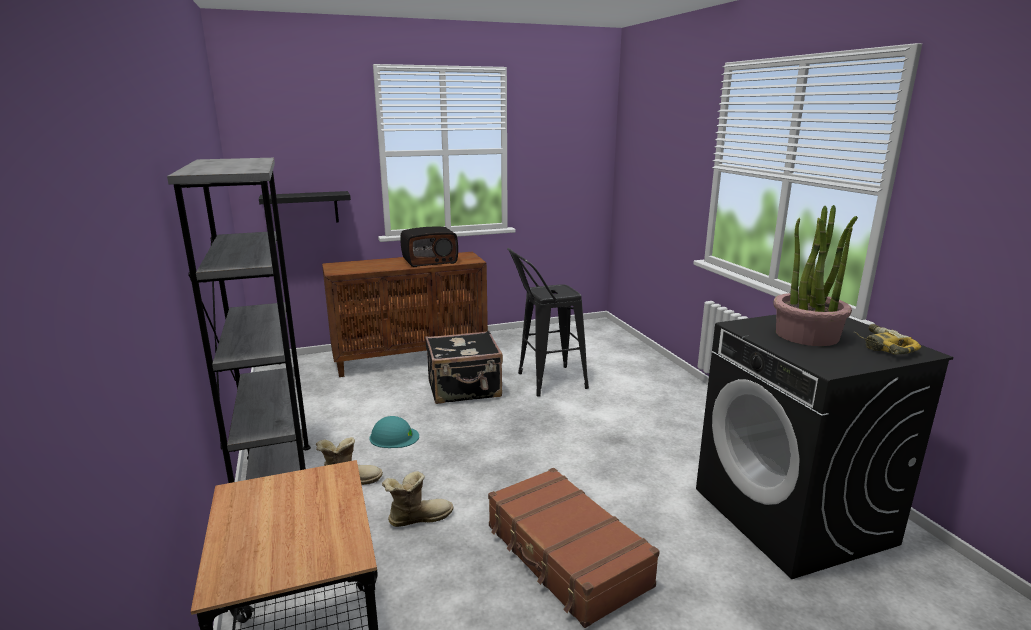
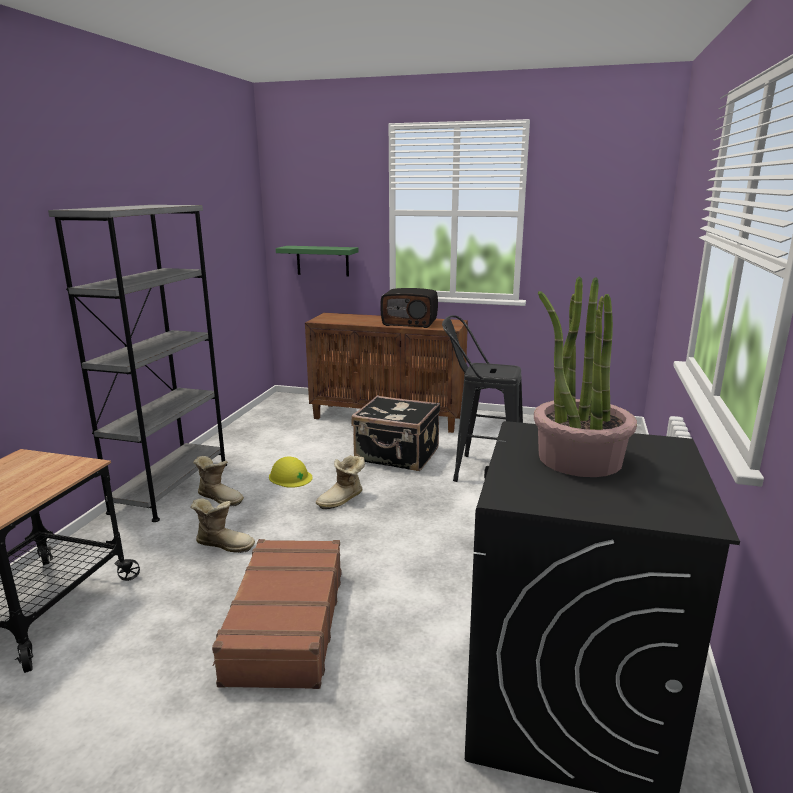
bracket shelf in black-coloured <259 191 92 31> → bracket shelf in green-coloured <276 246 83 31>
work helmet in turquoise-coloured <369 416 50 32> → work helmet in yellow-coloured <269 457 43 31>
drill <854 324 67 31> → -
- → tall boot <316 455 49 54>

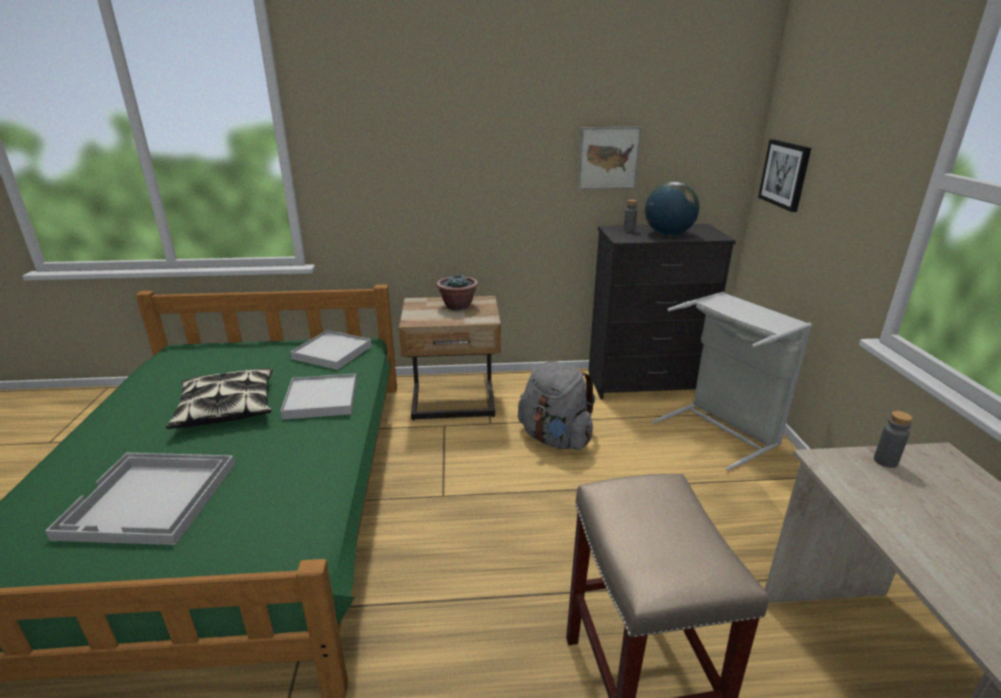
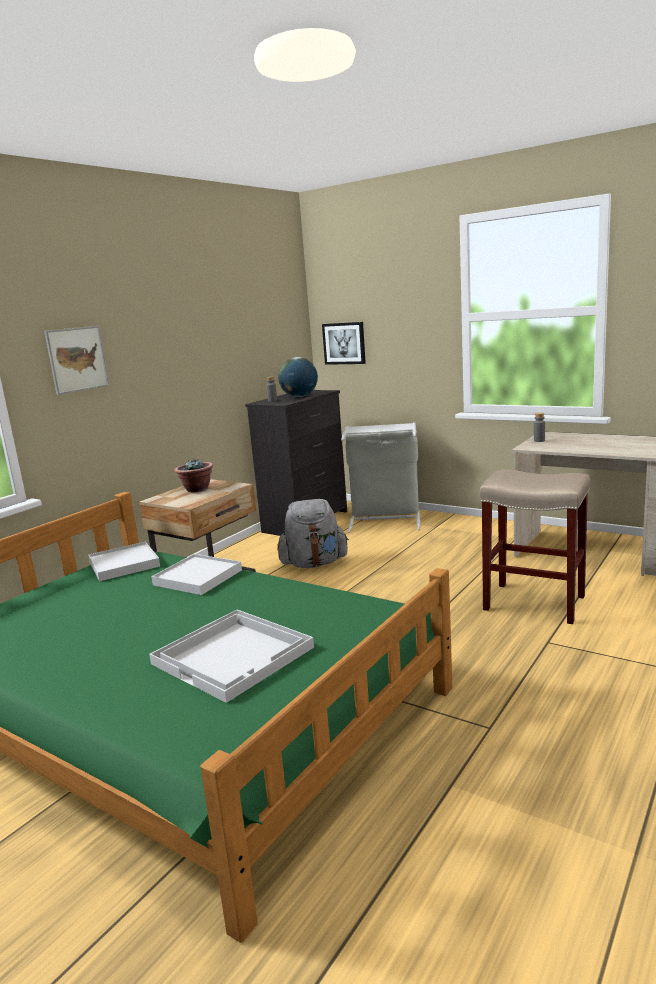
cushion <166 368 107 61> → -
wall picture <578 127 64 62> → wall picture <44 326 65 69>, move

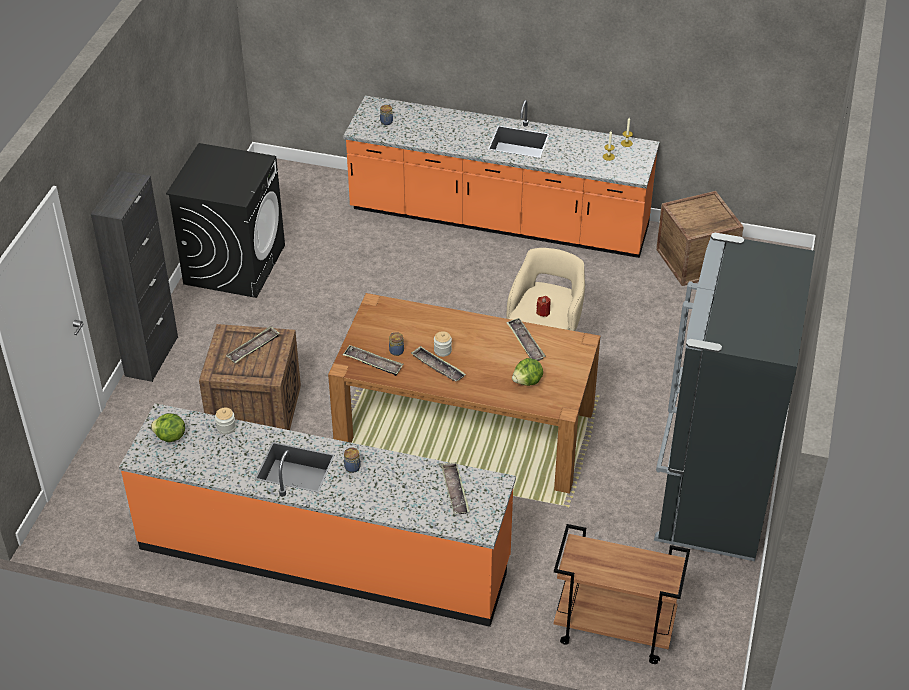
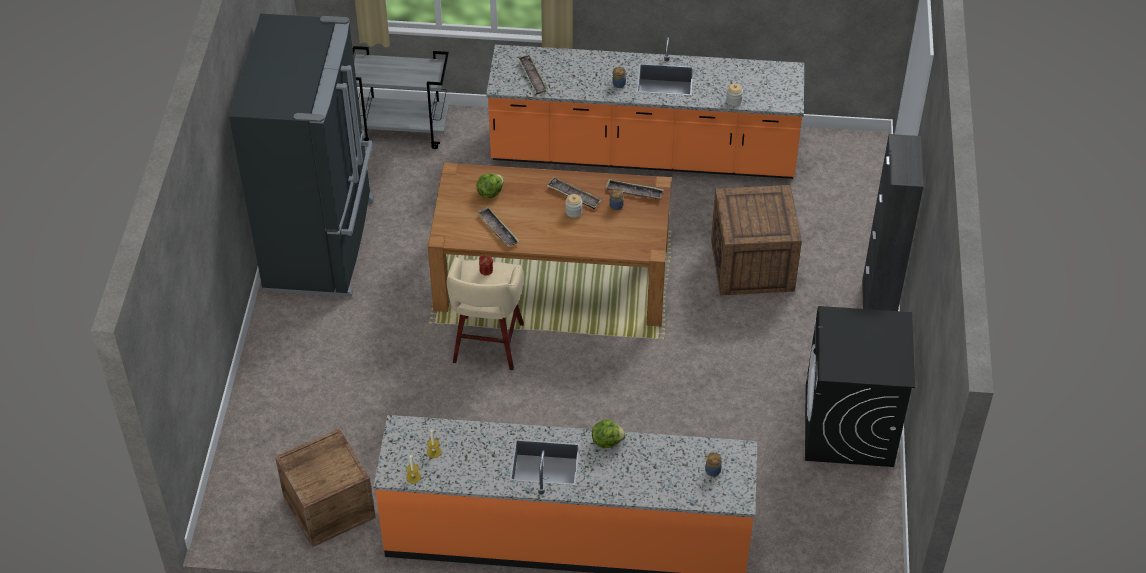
head of lettuce <151 413 34 29> → head of lettuce <592 419 34 29>, move
tray <226 326 53 37> → -
cart in brown <554 524 136 140> → cart in greyish <353 46 96 103>

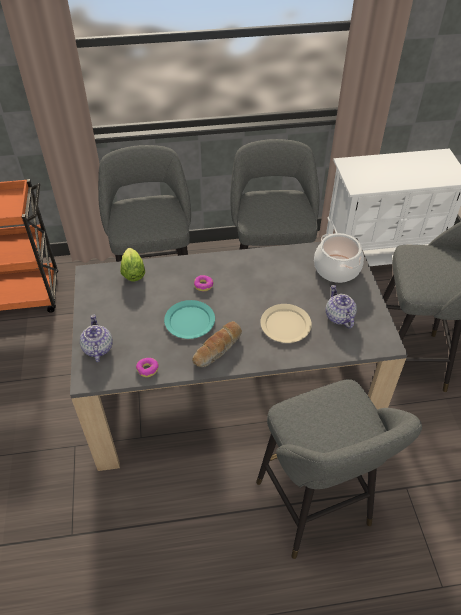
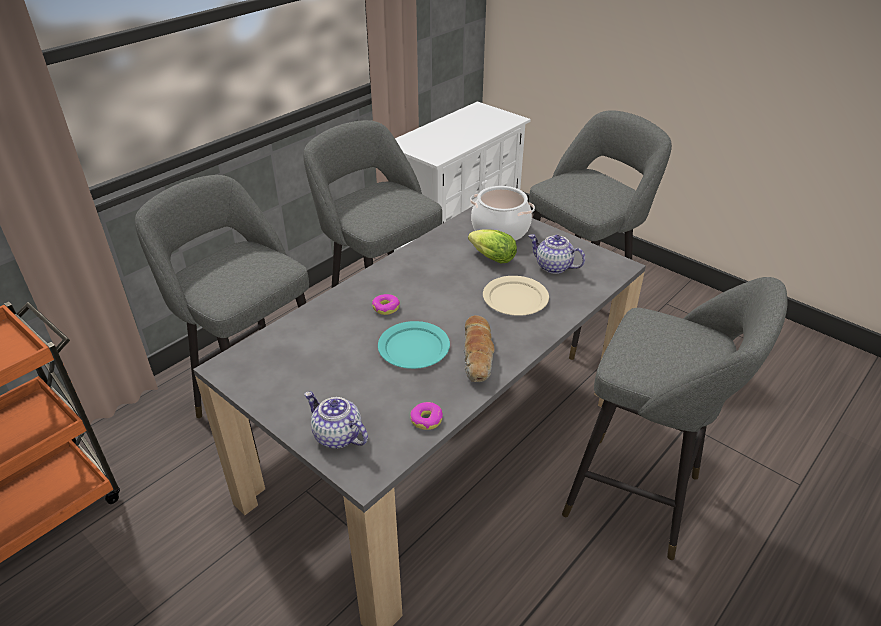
head of lettuce <120 248 25 34> → head of lettuce <468 230 49 33>, move

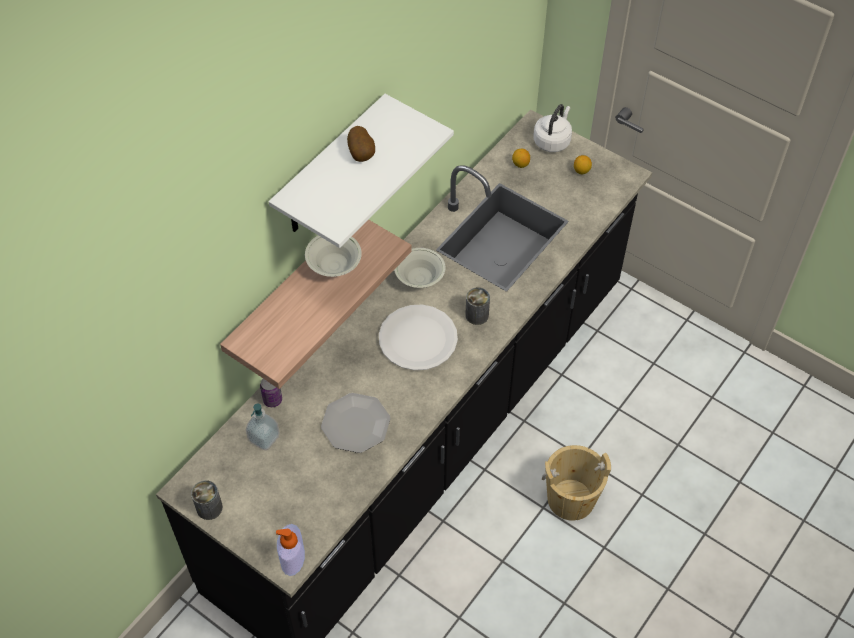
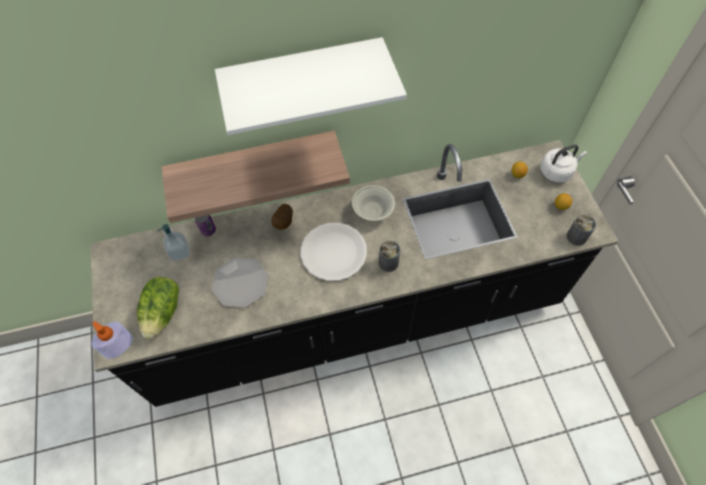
sealed can <191 480 32 40> → sealed can <567 215 29 31>, move
deep dish in whitish <305 235 57 42> → -
whole potato <347 126 28 36> → whole potato <271 204 22 26>, move
bucket in beige-coloured <542 445 69 76> → -
- → head of lettuce <137 277 42 62>

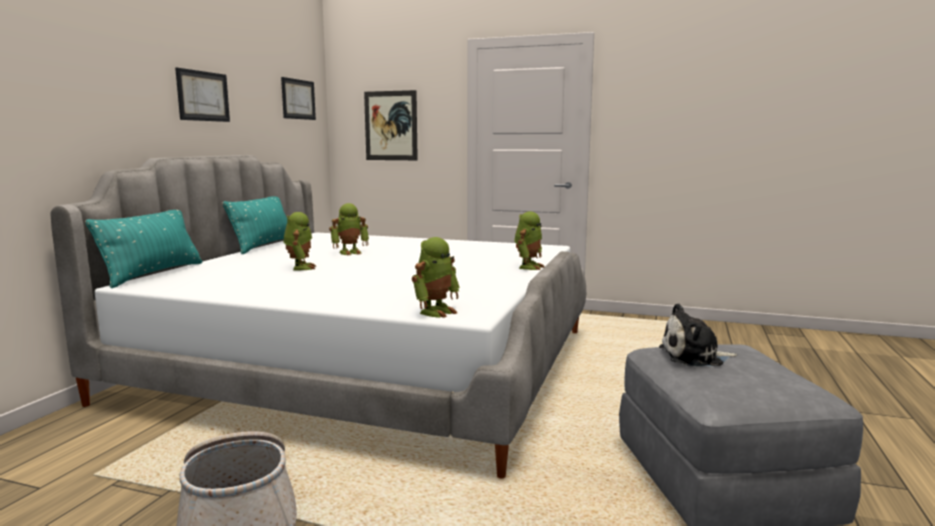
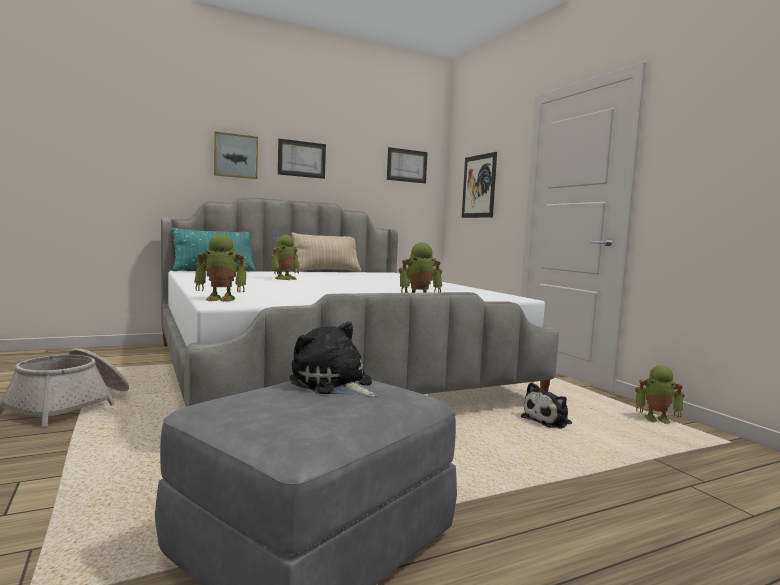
cushion in turquoise-coloured <223 197 64 57> → cushion in beige-coloured <291 232 70 40>
toy robot <329 203 40 52> → toy robot <635 365 50 59>, move
- → wall picture <214 132 44 47>
- → soft toy <521 382 51 47>

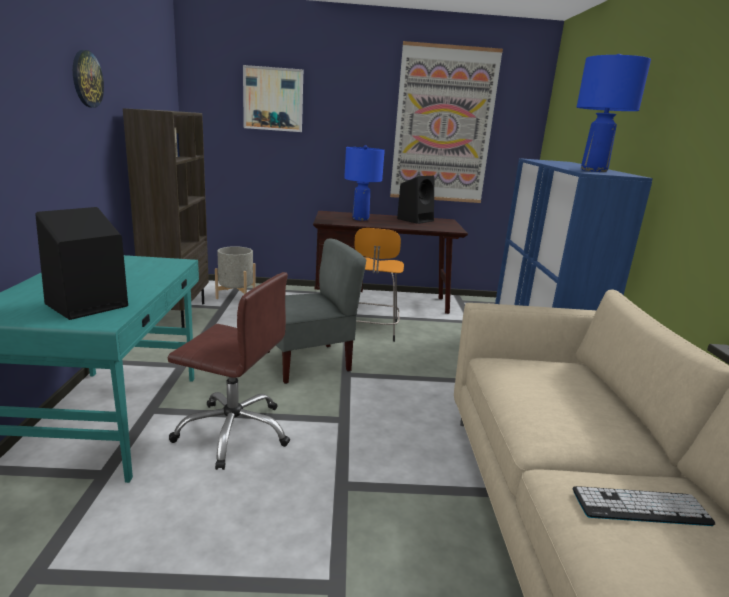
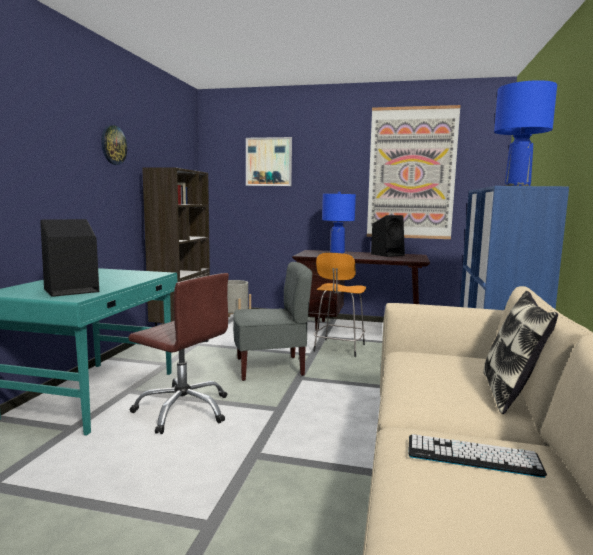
- → cushion <484 291 74 123>

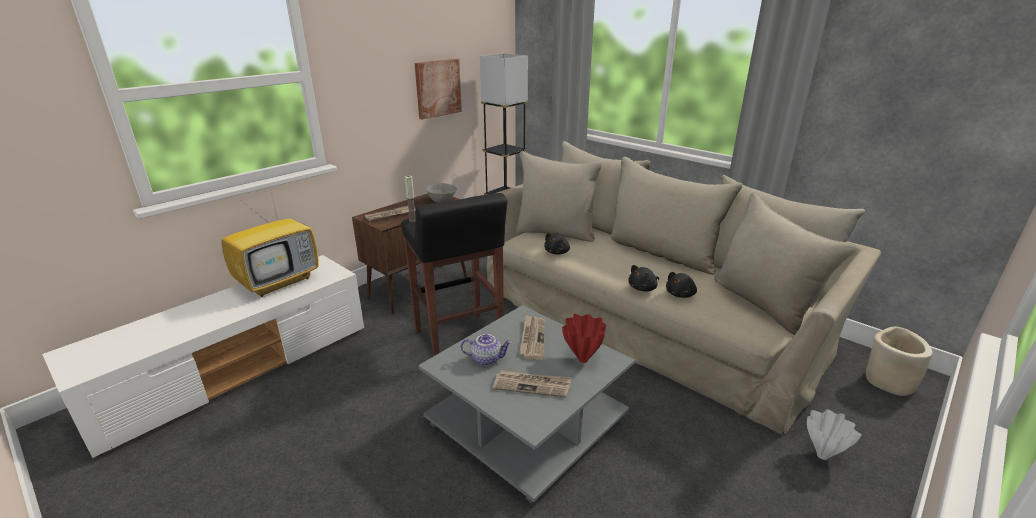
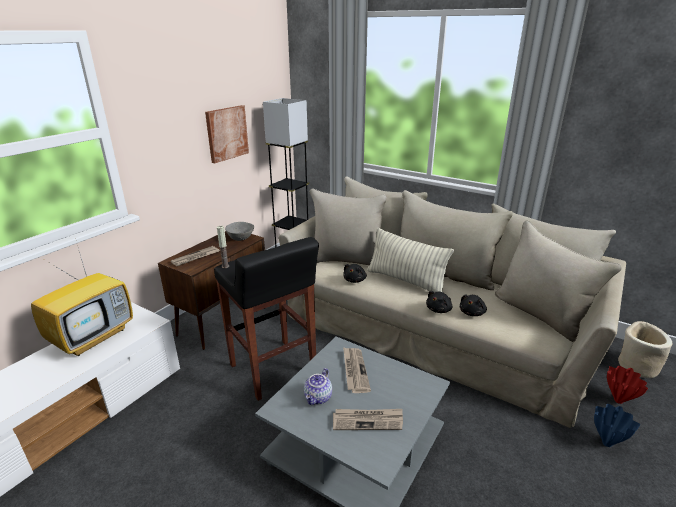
teapot <461 334 51 32> → teapot <304 368 28 37>, 120 degrees clockwise
decorative vase in red-coloured <562 314 44 49> → decorative vase in red-coloured <607 366 41 38>, move
decorative vase in whitish <807 409 54 51> → decorative vase in blue <594 404 46 43>
- → cushion <367 227 87 65>

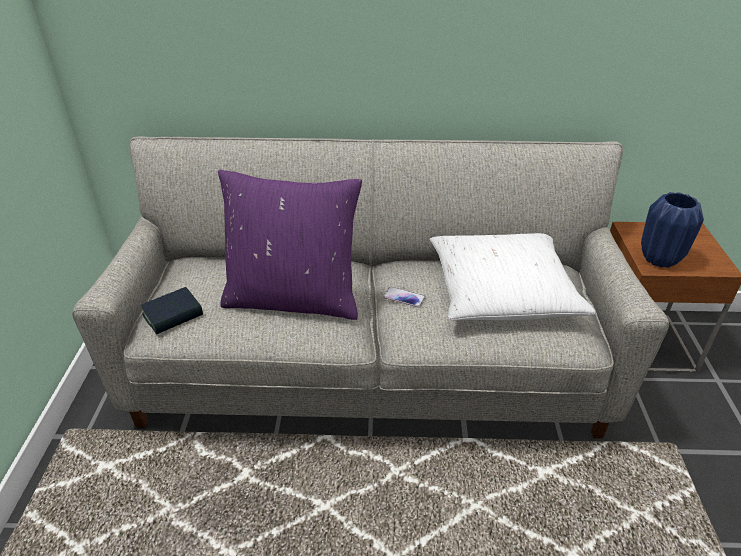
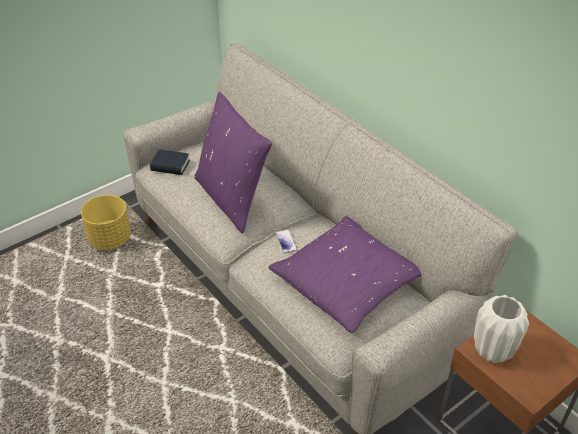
cushion in whitish <430 233 166 88> → cushion in purplish <268 216 154 117>
decorative vase in blue <641 192 63 76> → decorative vase in whitish <474 295 55 68>
- → planter in yellow-coloured <81 195 50 55>

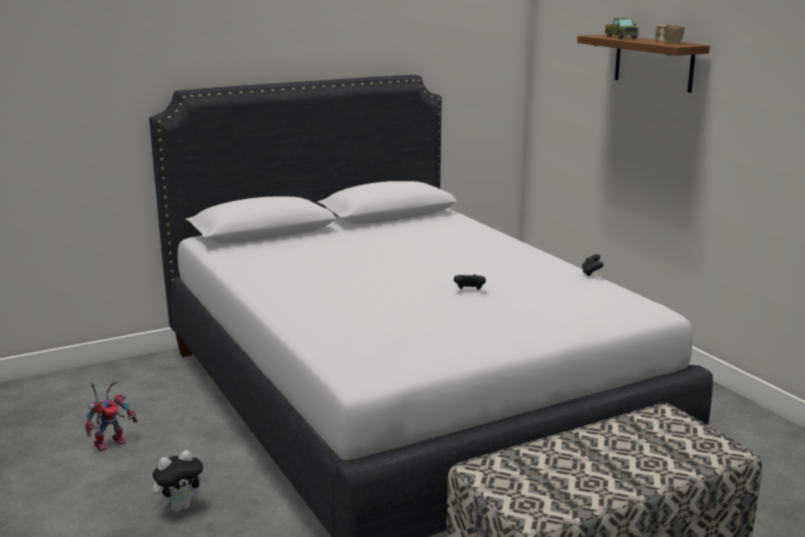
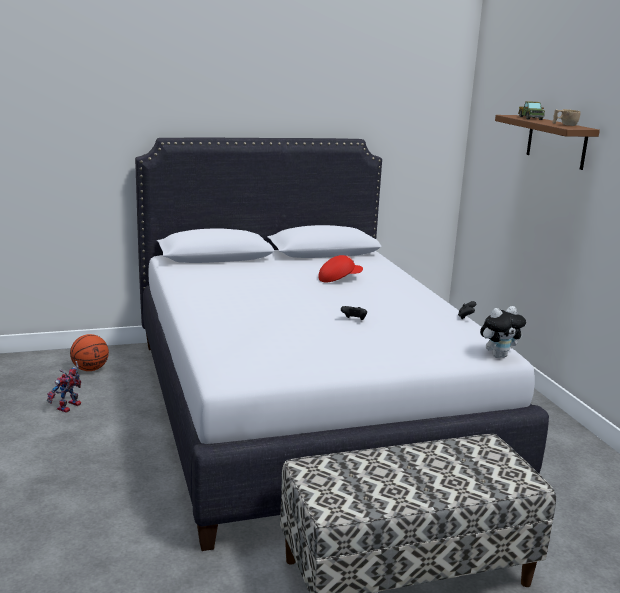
toy robot <85 381 53 71> → toy robot <47 361 34 52>, 150 degrees clockwise
soft toy <152 450 56 62> → soft toy <480 306 46 52>, move
- → basketball ball <70 334 39 37>
- → baseball cap in red-coloured <318 255 45 27>

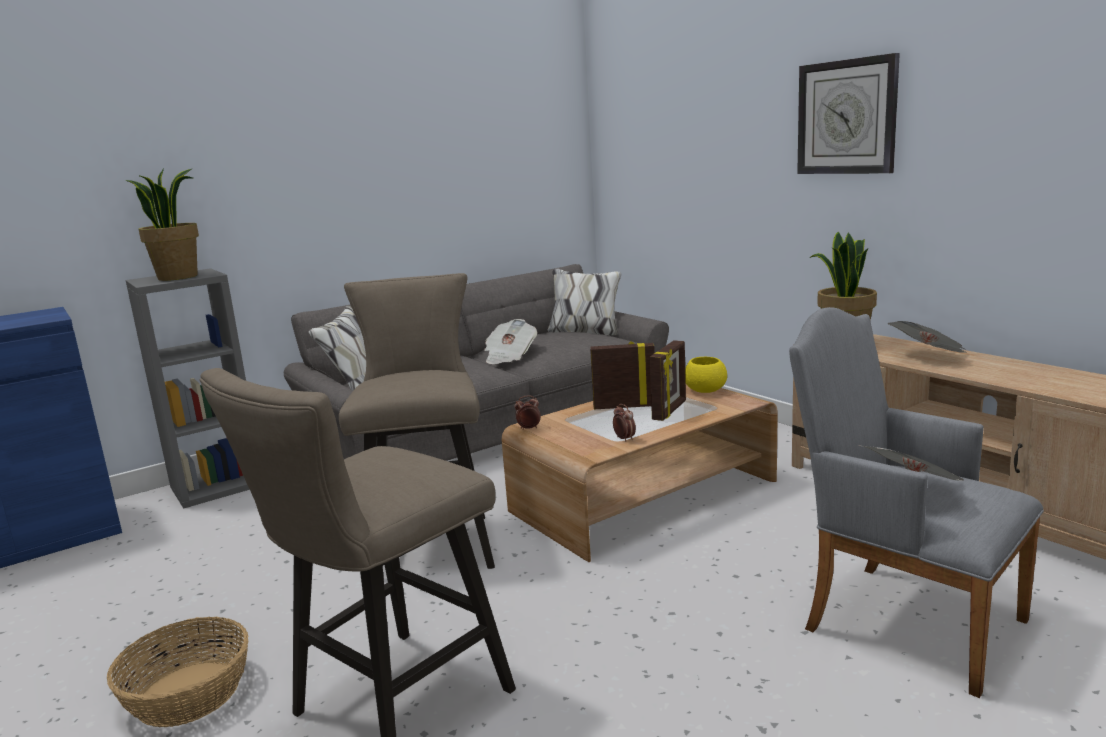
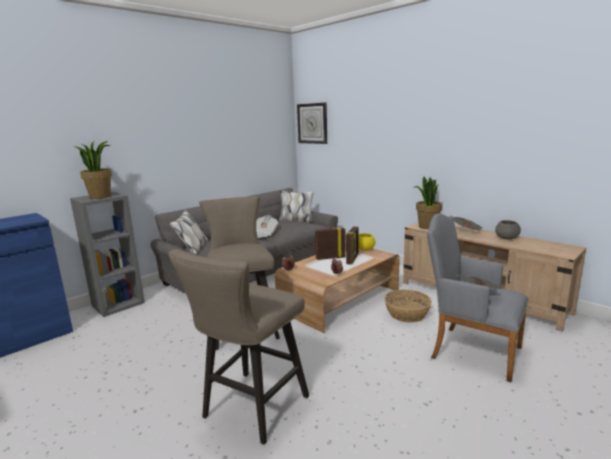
household basket <107 617 141 110> → household basket <384 290 48 33>, move
clock on the wall <797 53 103 121> → clock on the wall <297 103 30 41>, move
- → deep dish in greyish <495 220 26 20>

